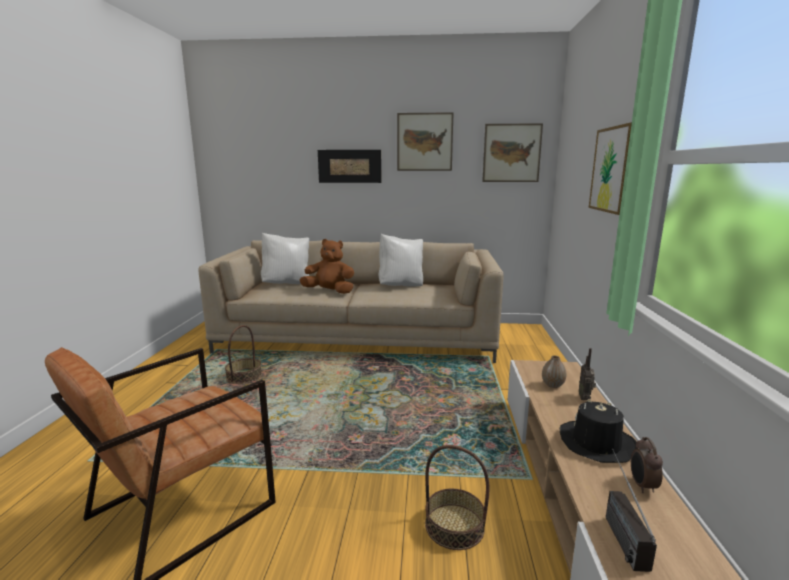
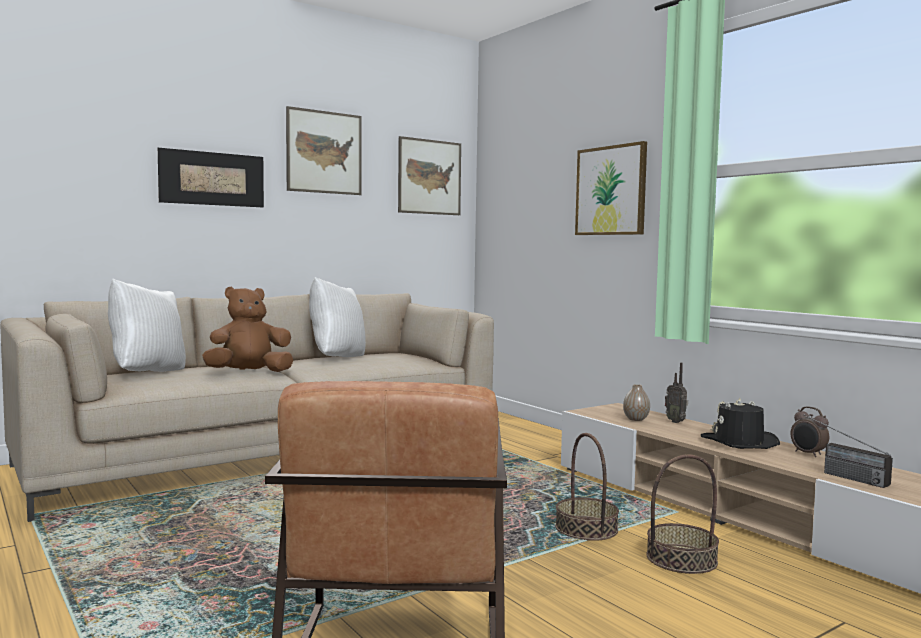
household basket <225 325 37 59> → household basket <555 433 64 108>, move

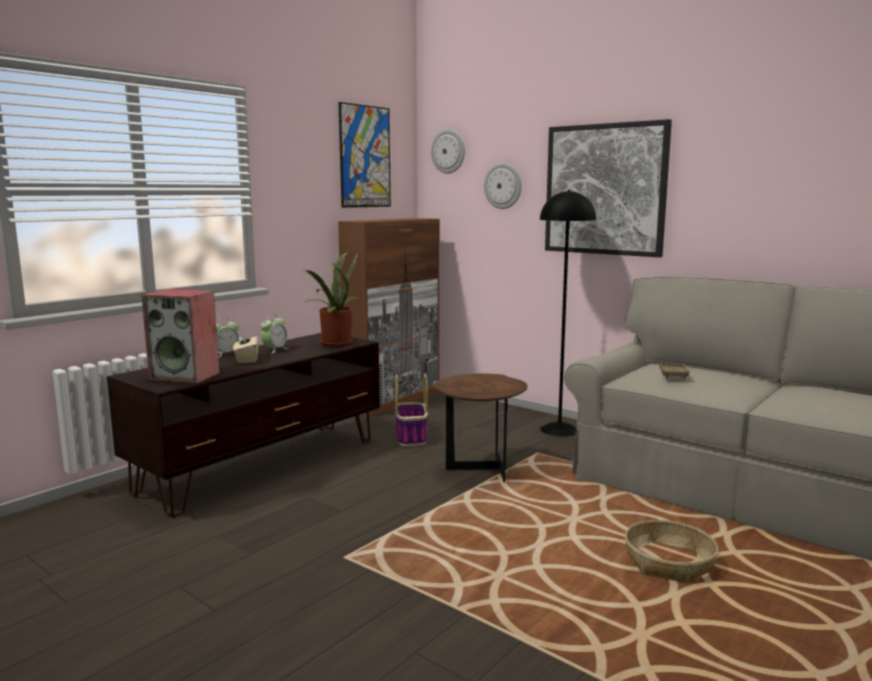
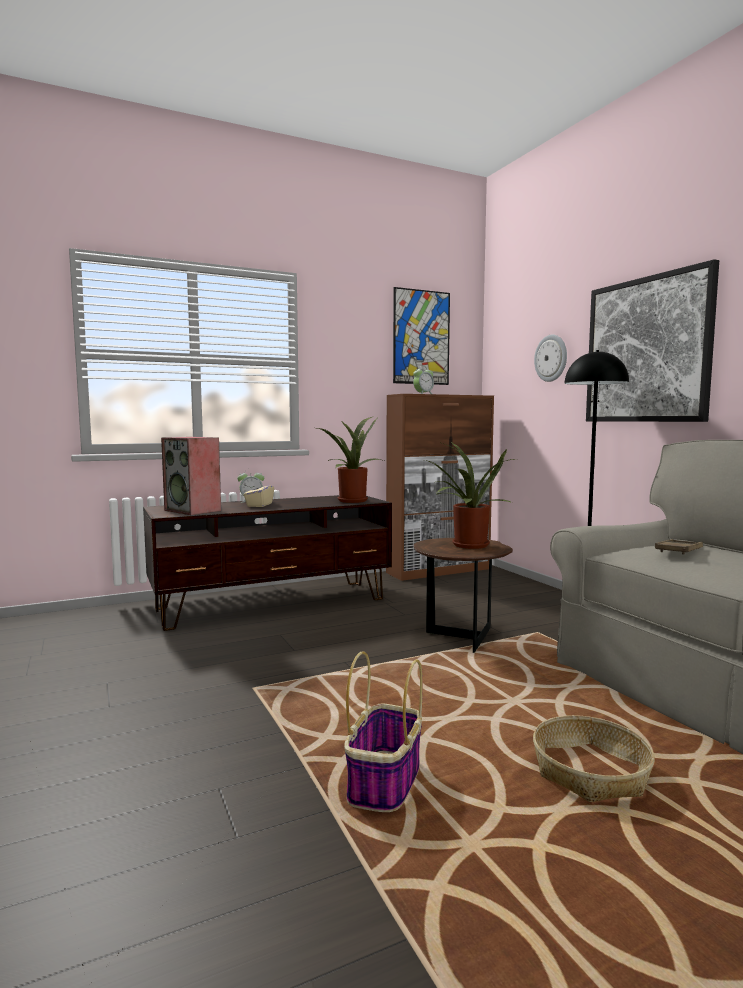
table clock <261 314 27 39> → table clock <413 366 21 28>, move
household basket <395 373 33 73> → household basket <344 651 79 161>, move
clock on the wall <431 129 34 45> → -
- → potted plant <425 442 90 107>

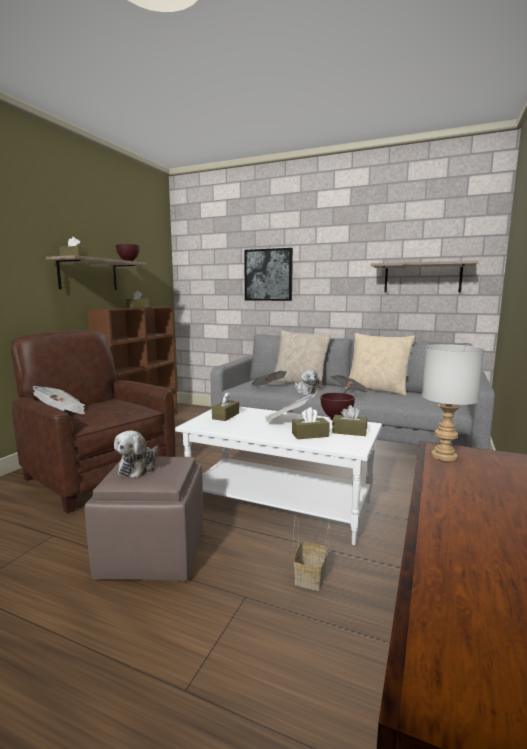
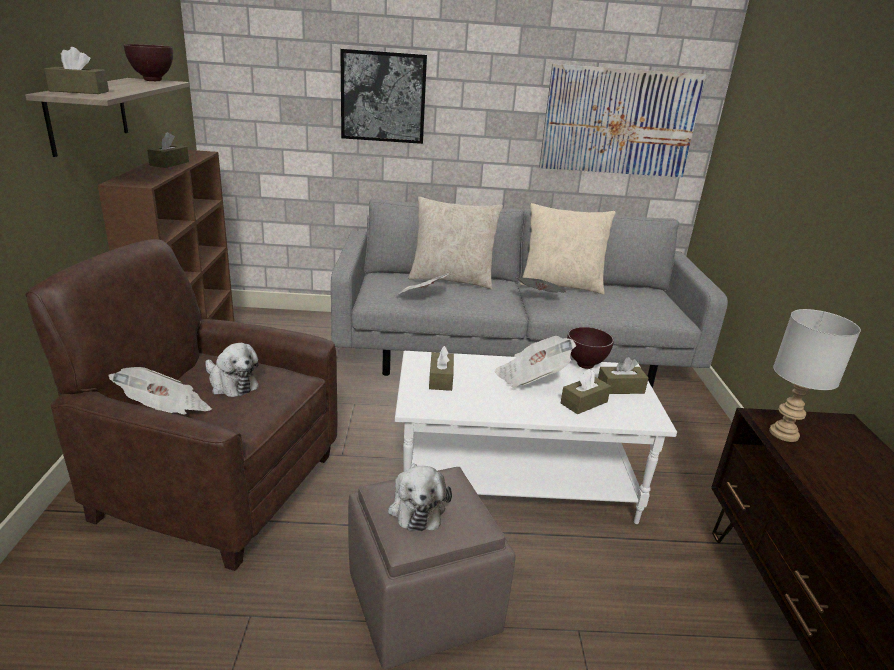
household basket <293 514 38 77> → -
soft toy <294 369 26 26> → soft toy <205 343 54 54>, move
bracket shelf <371 260 108 32> → wall picture <539 64 167 114>

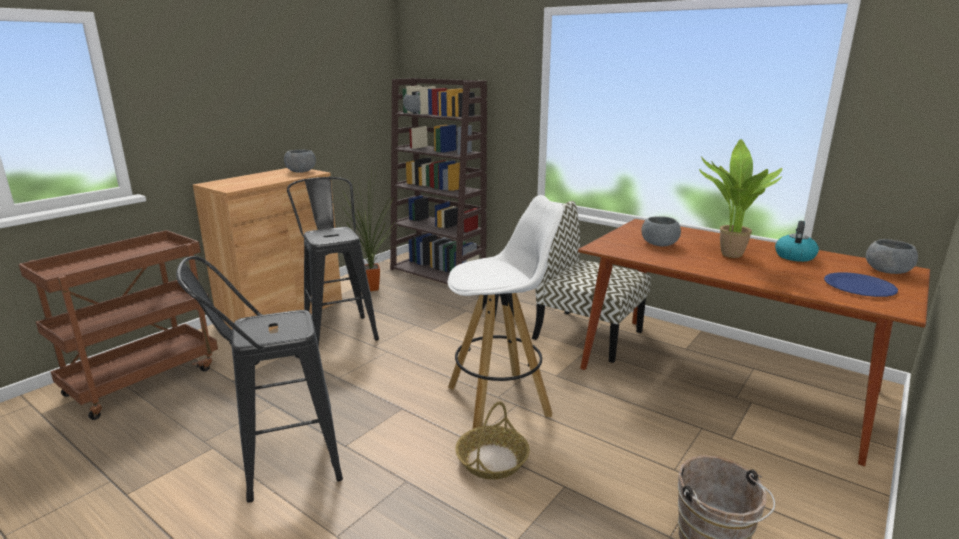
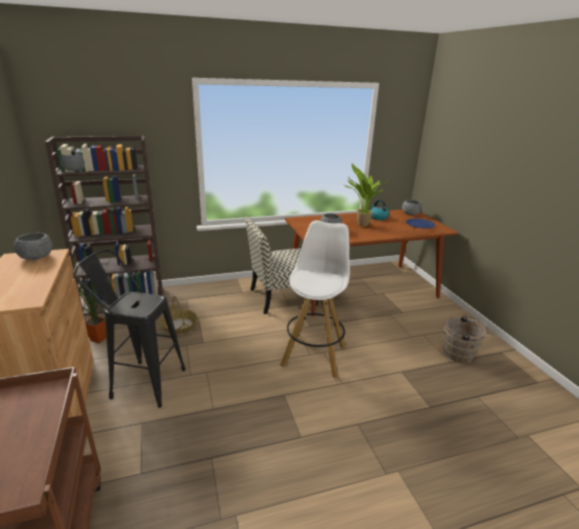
stool seat in black-coloured <176 256 167 247> → -
household basket <455 401 75 78> → household basket <159 296 39 38>, move

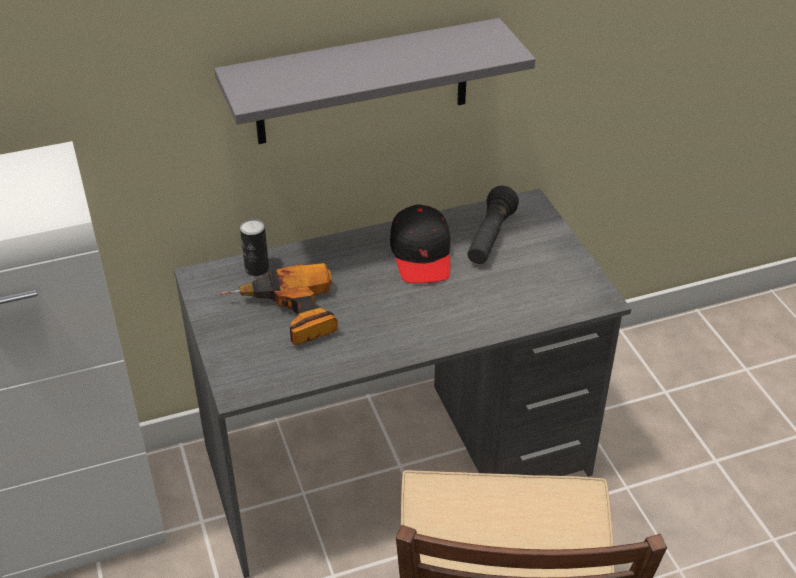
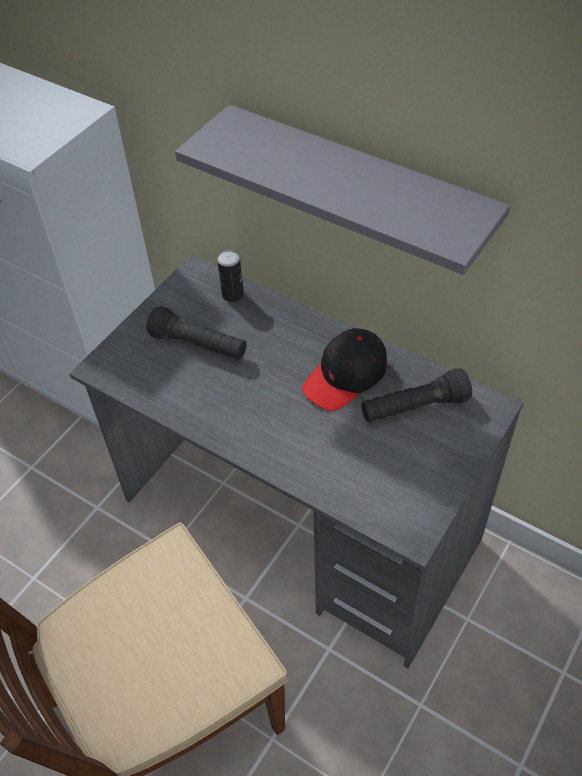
drill <220 263 118 83> → torch in black-coloured <146 306 101 54>

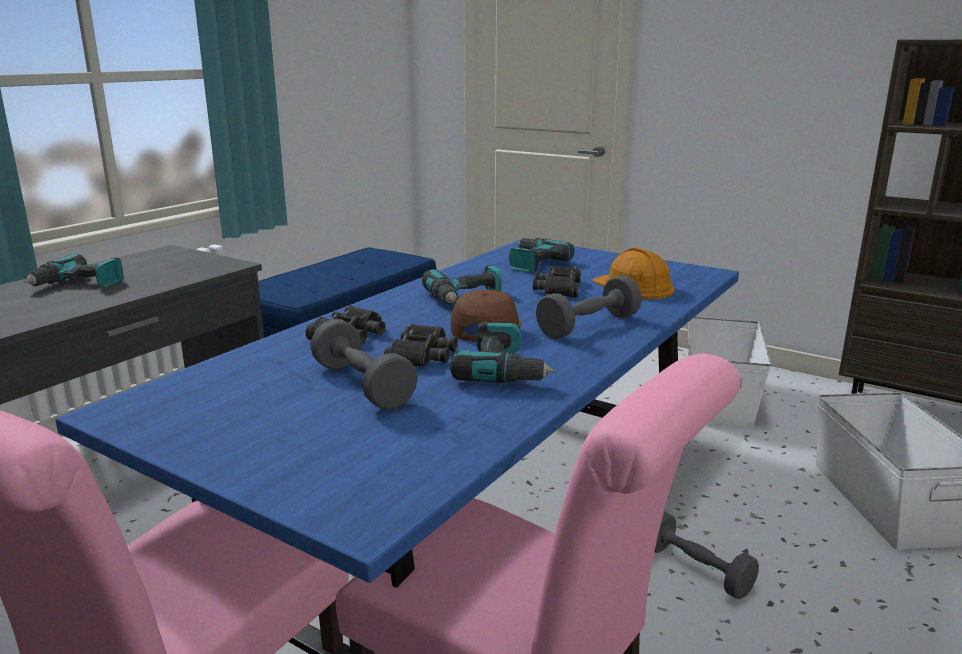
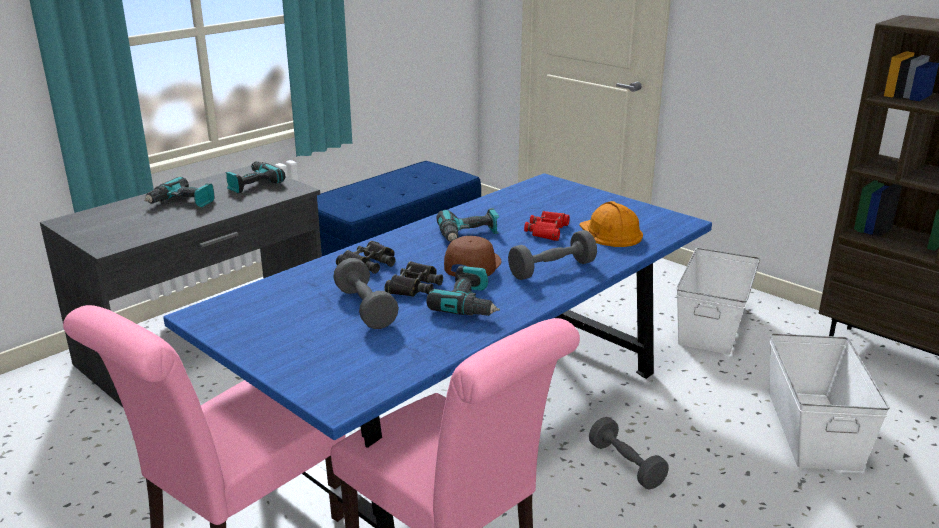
drill <509 238 65 35> → drill <225 161 60 32>, move
binoculars in black-coloured <533 266 48 31> → binoculars in red-coloured <524 211 46 30>

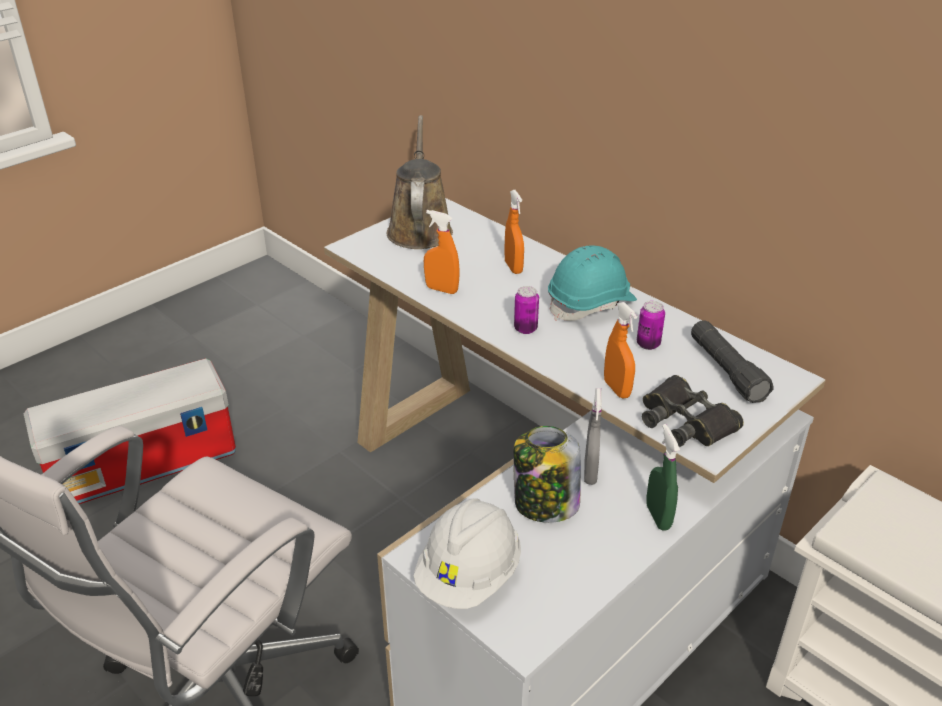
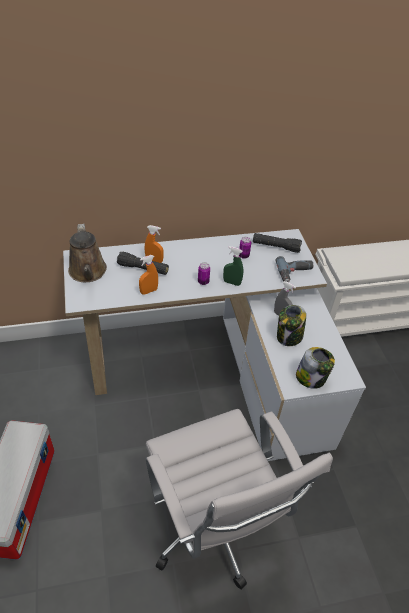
watering can in brown <387 115 66 134> → watering can in brown <68 224 39 58>, 135 degrees counterclockwise
work helmet in whitish <413 498 108 111> → storage jar <296 347 39 42>
work helmet in turquoise-coloured <548 245 89 76> → -
sprayer in orangey <604 302 33 96> → -
binoculars in black-coloured <642 375 102 72> → drill <275 256 38 26>
sprayer in green-coloured <646 424 34 106> → sprayer in green-coloured <223 246 20 40>, move
- → torch in black-coloured <117 252 52 23>

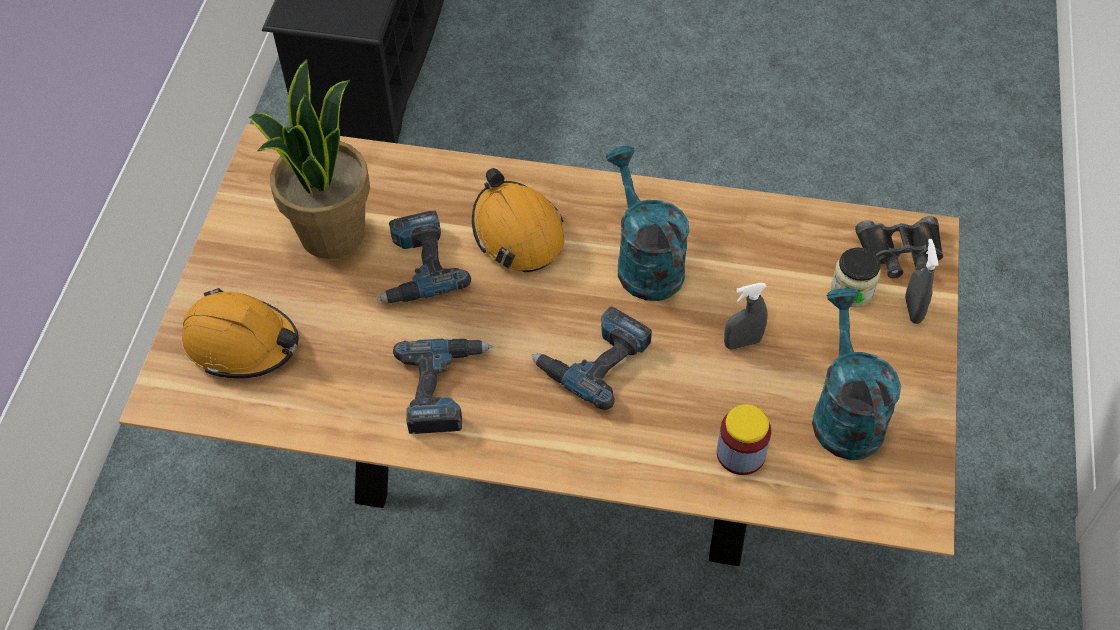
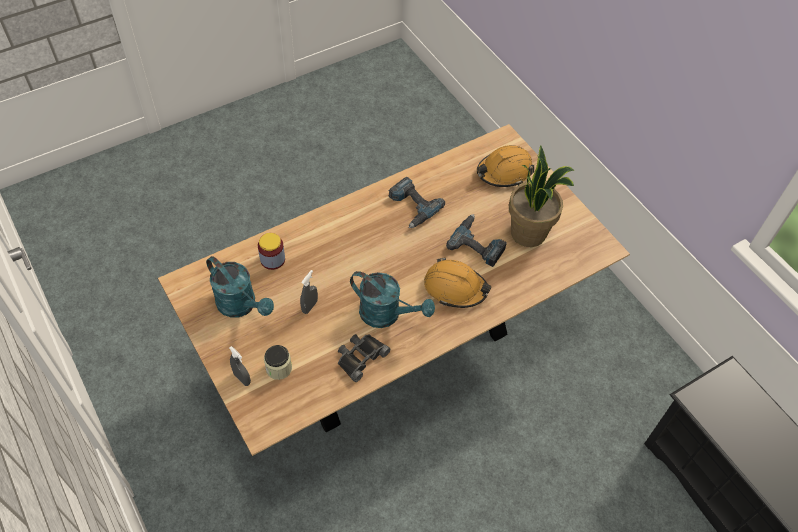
drill <531 306 121 104> → -
binoculars in black-coloured <855 216 88 62> → binoculars in black-coloured <338 334 52 48>, move

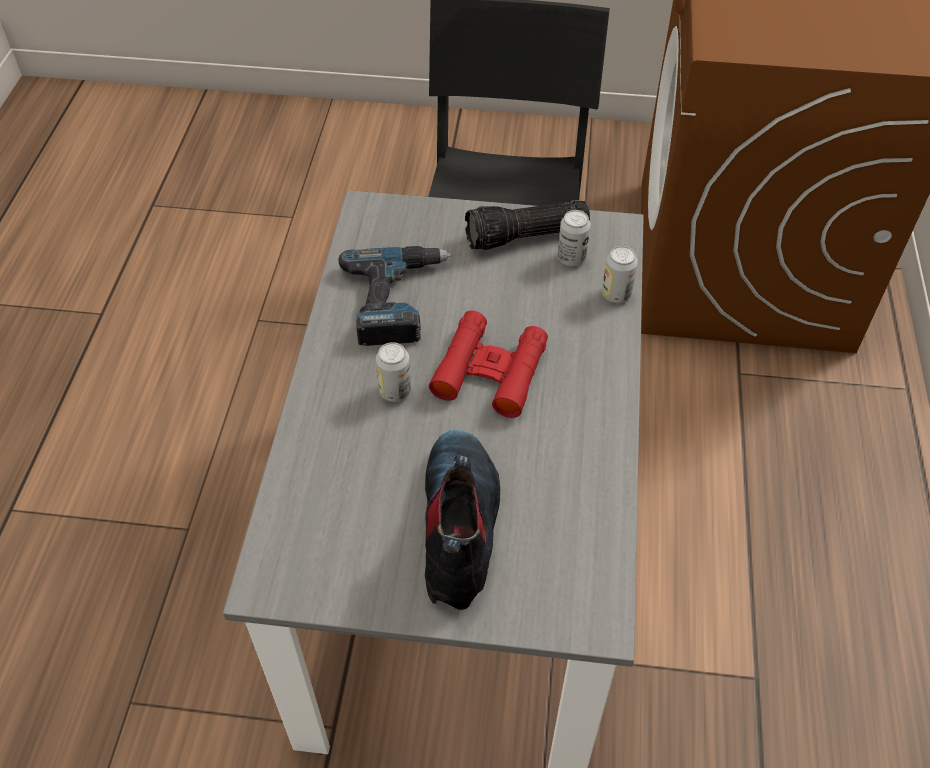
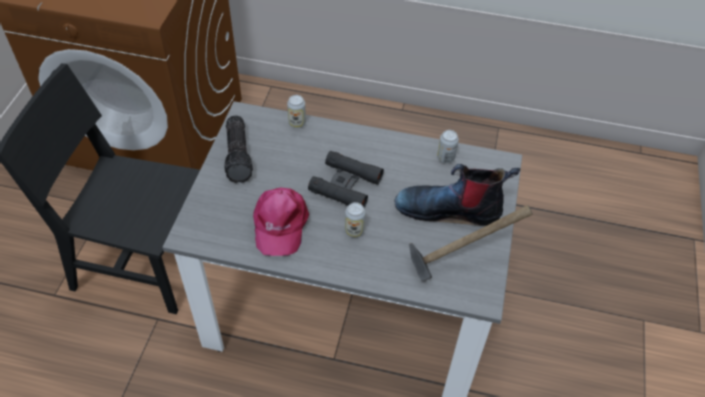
drill <338 246 114 100> → baseball cap in pink-coloured <253 187 56 69>
binoculars in red-coloured <429 311 119 107> → binoculars in black-coloured <308 151 76 57>
sealed can <558 210 33 56> → sealed can <437 130 22 34>, move
- → tool hammer <409 205 124 76>

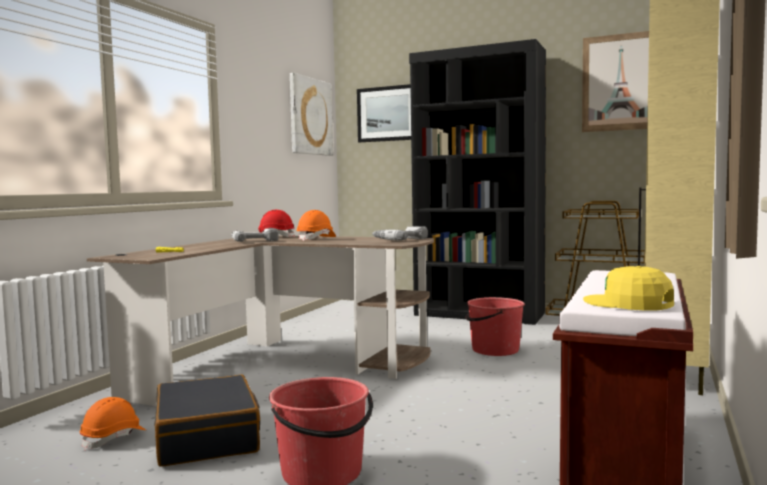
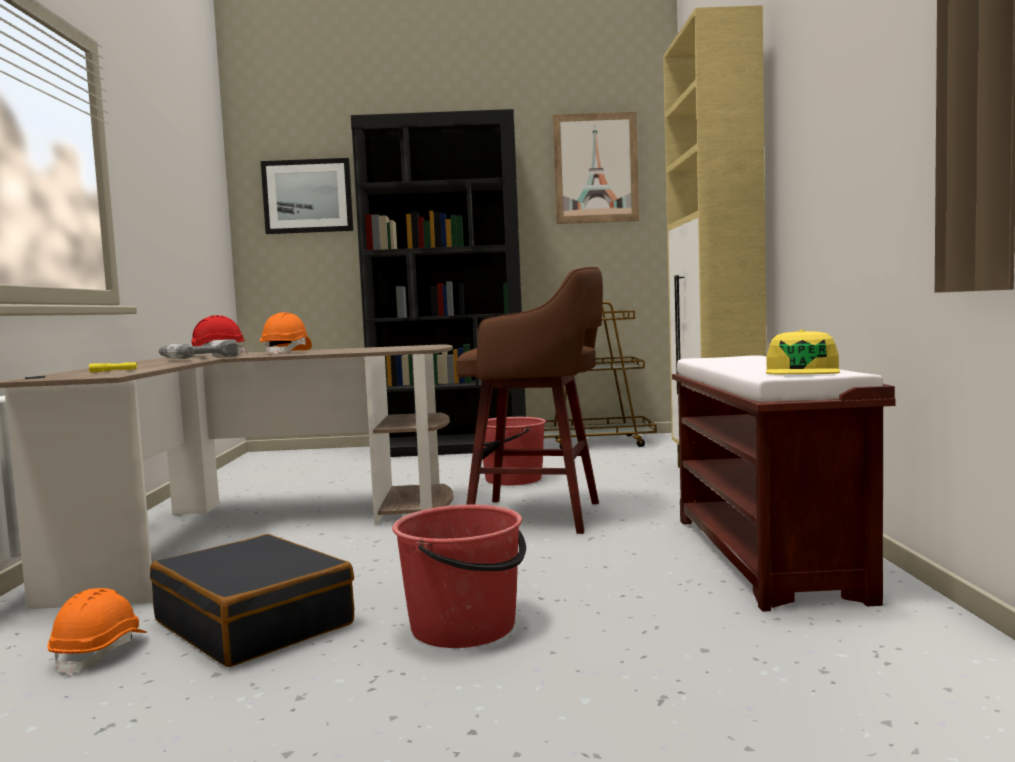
wall picture <290 73 43 83> → -
drill <372 226 56 15> → -
baseball cap in yellow-coloured <583 266 91 44> → baseball cap in yellow-coloured <766 330 74 44>, 90 degrees counterclockwise
- → stool seat in brown <456 267 147 267>

